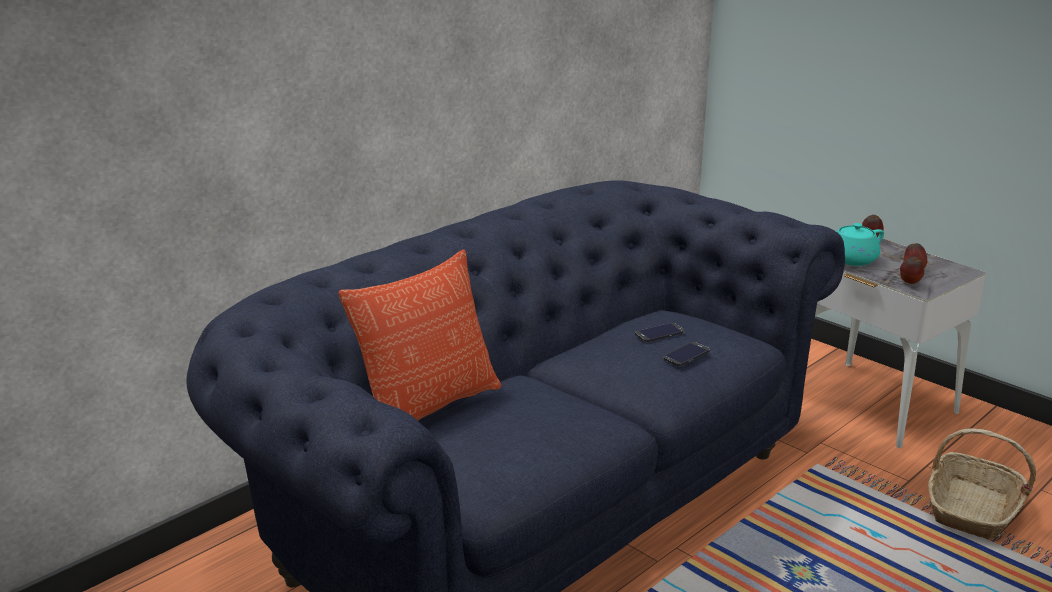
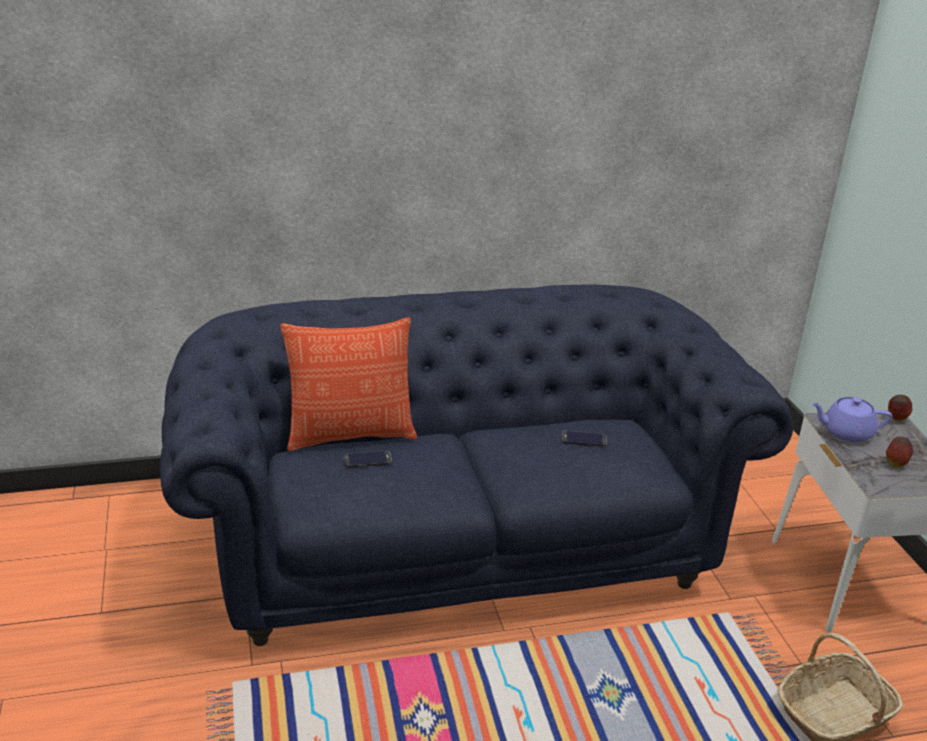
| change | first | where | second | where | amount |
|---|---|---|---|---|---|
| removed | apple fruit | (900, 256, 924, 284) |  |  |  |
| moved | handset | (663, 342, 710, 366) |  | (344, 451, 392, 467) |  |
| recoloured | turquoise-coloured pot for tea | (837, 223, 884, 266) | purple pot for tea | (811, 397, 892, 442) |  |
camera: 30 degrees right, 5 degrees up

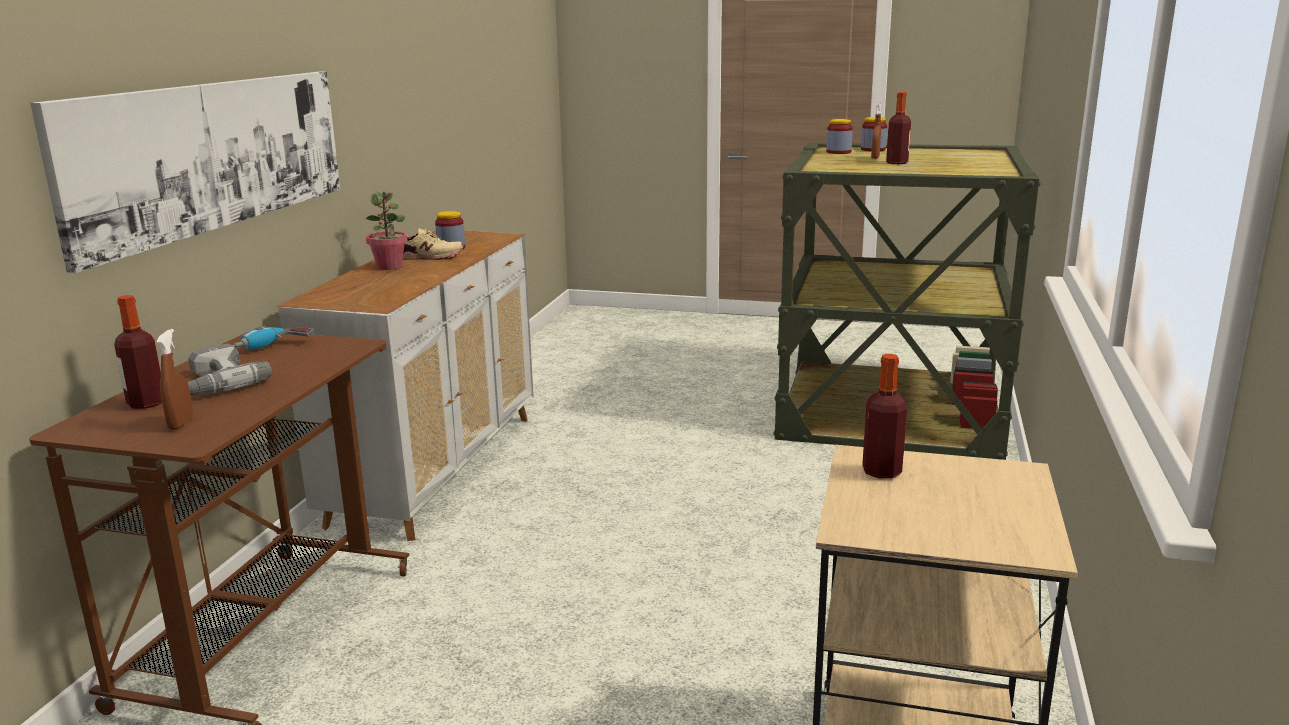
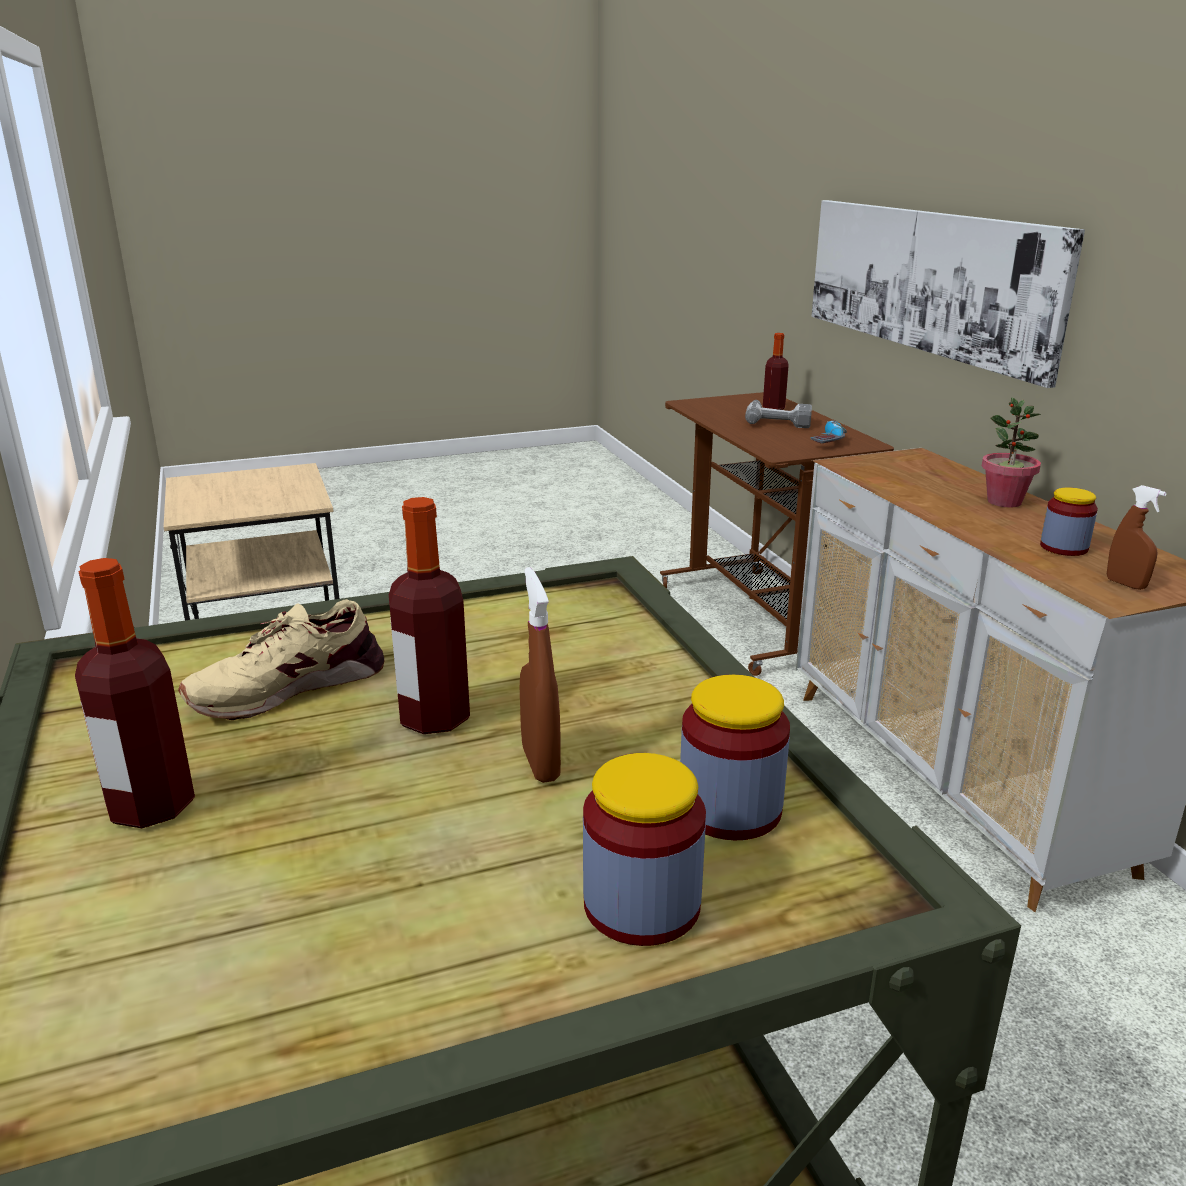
| change | first | where | second | where | amount |
|---|---|---|---|---|---|
| moved | brownish hand sprayer | (156, 329, 193, 430) |  | (1107, 485, 1167, 590) |  |
| moved | beige-coloured low shoe | (403, 228, 463, 260) |  | (178, 599, 384, 720) |  |
| moved | drink bottle | (862, 354, 907, 479) |  | (75, 558, 195, 828) |  |
camera: 145 degrees right, 5 degrees up

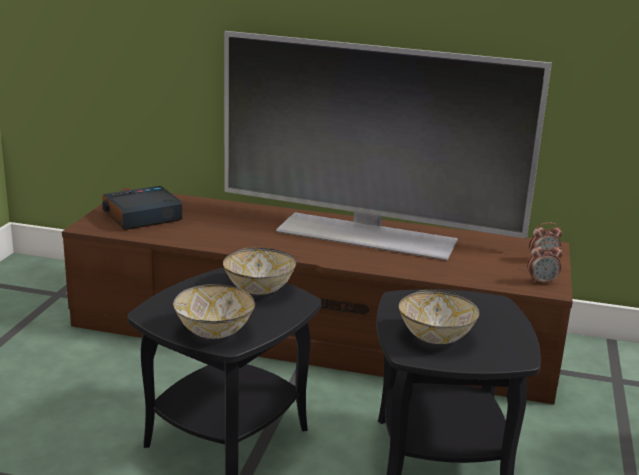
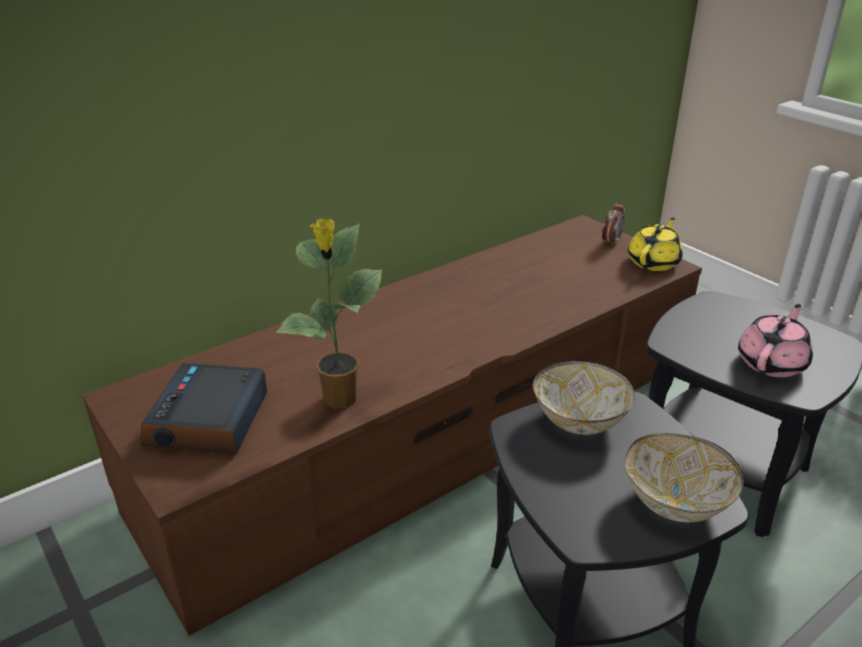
| change | first | where | second | where | amount |
|---|---|---|---|---|---|
| removed | TV | (224, 31, 552, 260) |  |  |  |
| added |  |  | potted plant | (275, 219, 382, 409) |  |
| replaced | deep dish | (399, 290, 480, 344) | pinkish pot for tea | (738, 304, 813, 377) |  |
| replaced | alarm clock | (527, 242, 563, 284) | yellowish pot for tea | (628, 217, 683, 271) |  |
camera: 50 degrees left, 10 degrees up

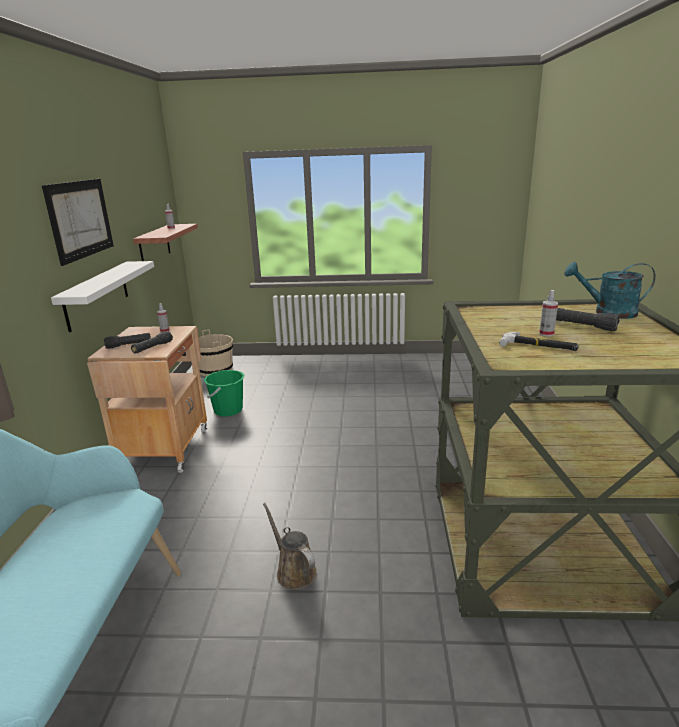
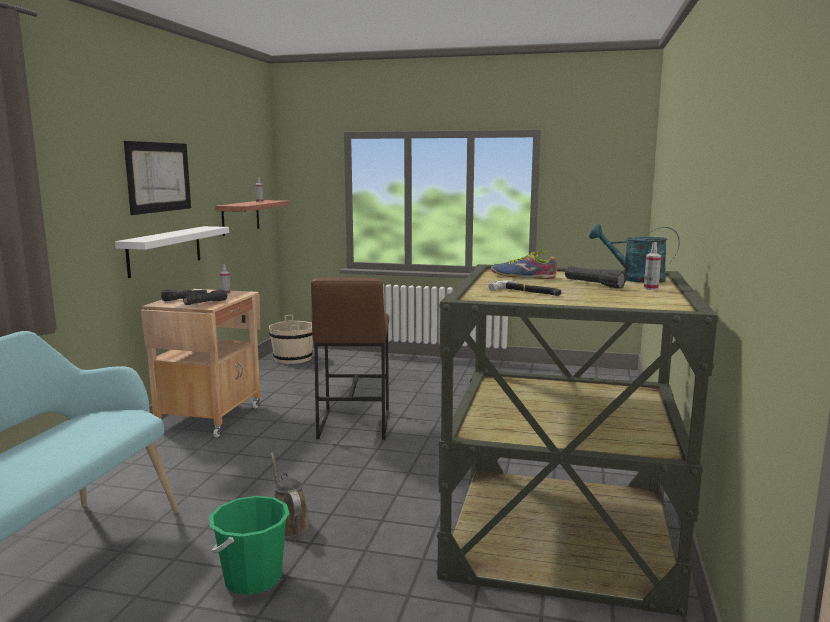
| change | first | where | second | where | amount |
|---|---|---|---|---|---|
| added |  |  | brownish stool | (311, 278, 389, 440) |  |
| added |  |  | low shoe | (491, 251, 557, 279) |  |
| moved | green-coloured bucket | (204, 370, 245, 416) |  | (209, 496, 290, 595) |  |
| moved | hand sprayer | (539, 290, 558, 337) |  | (644, 242, 661, 290) |  |
camera: 10 degrees right, 10 degrees down

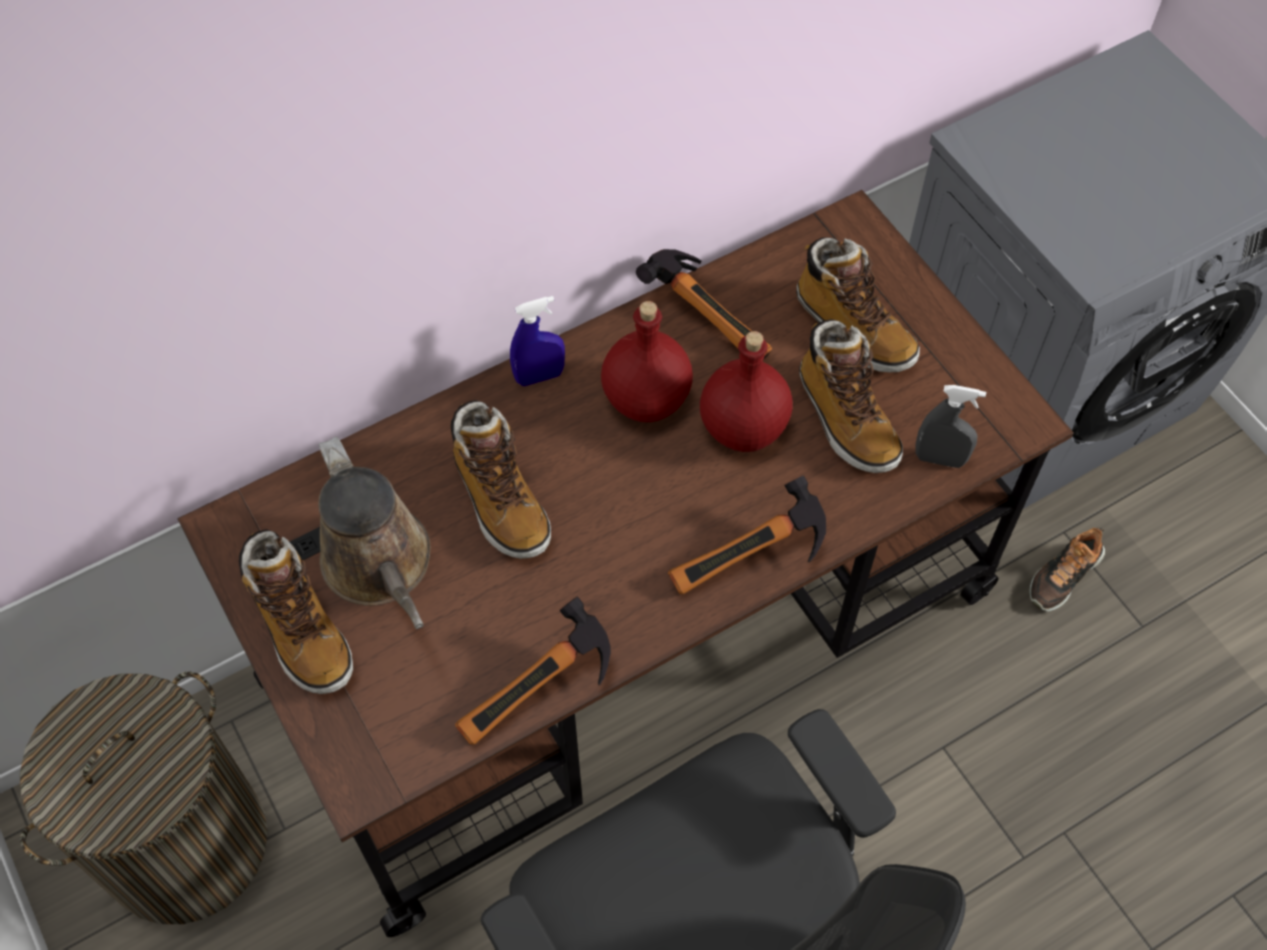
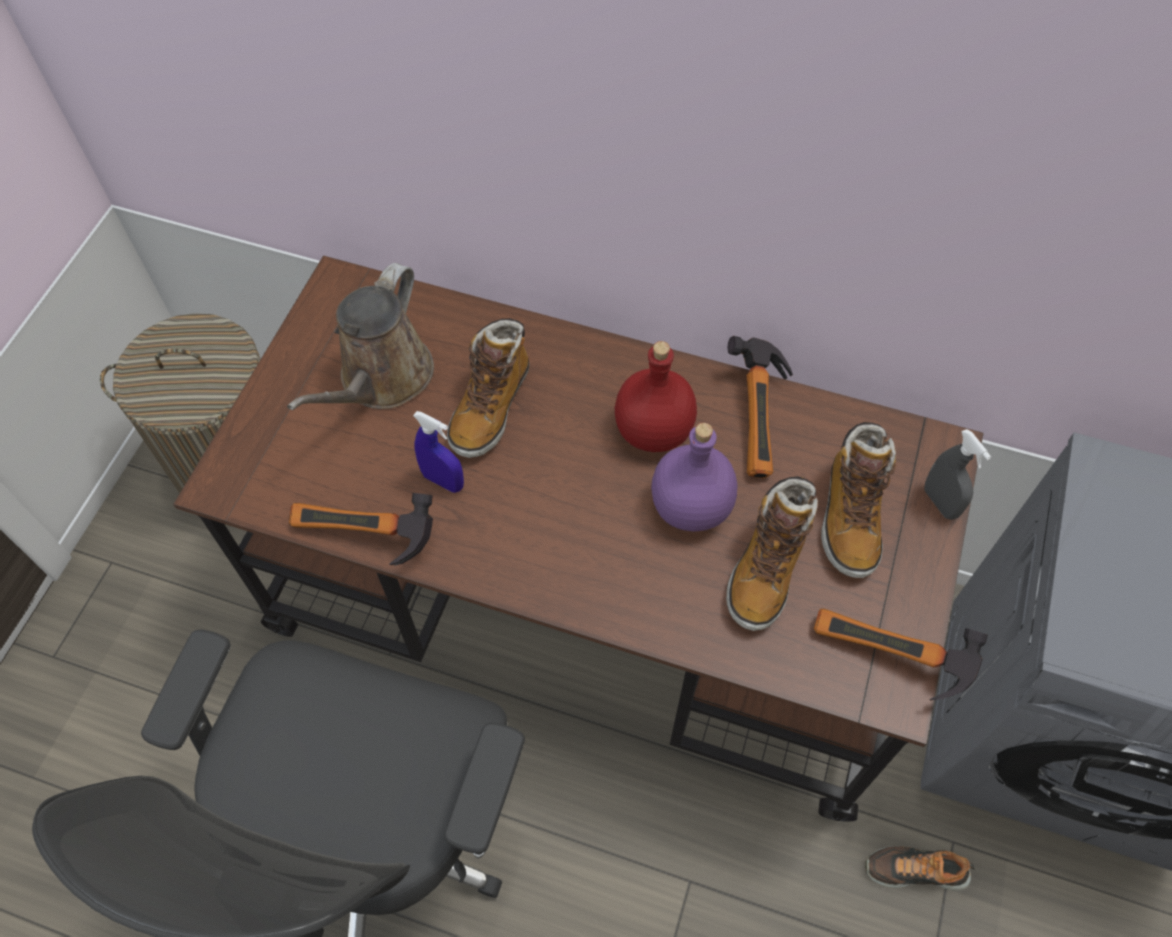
| change | first | where | second | where | amount |
|---|---|---|---|---|---|
| removed | boot | (239, 530, 353, 694) |  |  |  |
| moved | blue-coloured hand sprayer | (510, 296, 565, 386) |  | (413, 411, 464, 493) |  |
| moved | hand hammer | (668, 475, 826, 595) |  | (814, 608, 988, 700) |  |
| moved | greyish hand sprayer | (915, 385, 986, 468) |  | (924, 429, 991, 520) |  |
| recoloured | reddish drink bottle | (700, 331, 793, 452) | purple drink bottle | (651, 423, 737, 532) |  |
camera: 50 degrees right, 0 degrees up

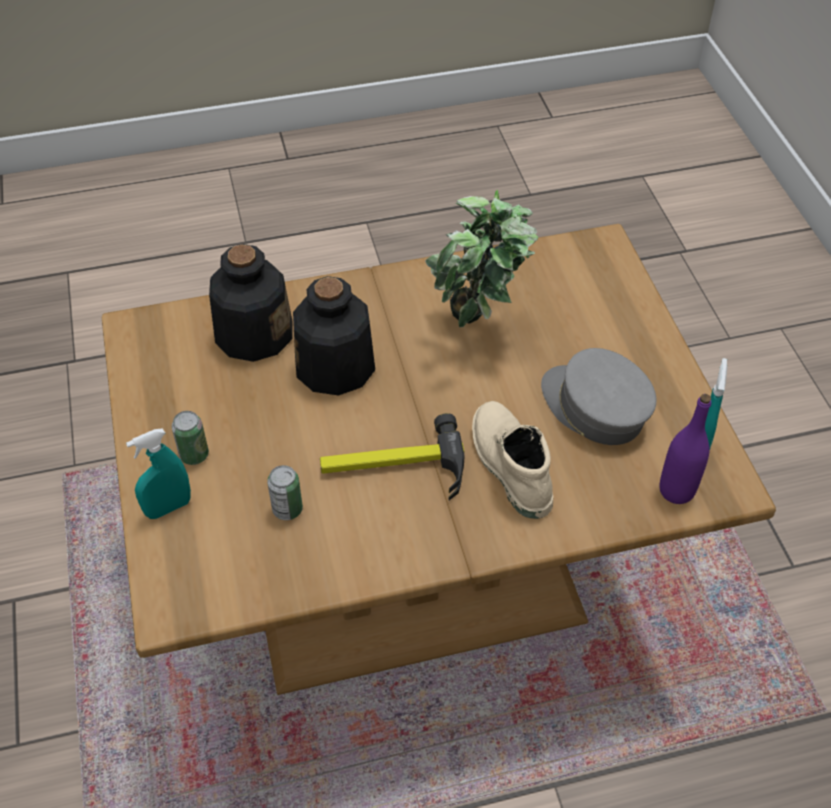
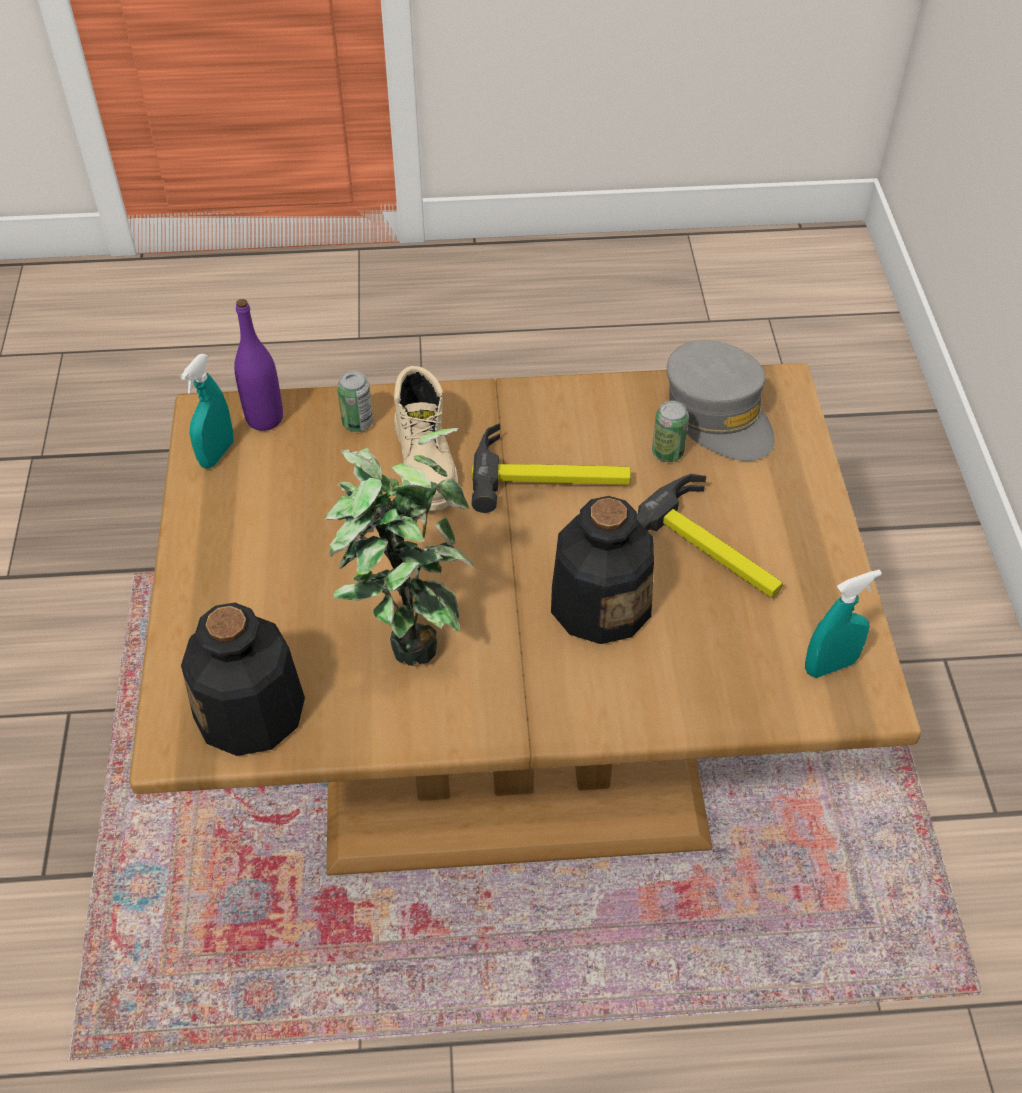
| change | first | where | second | where | amount |
|---|---|---|---|---|---|
| added |  |  | hand hammer | (637, 474, 783, 598) |  |
| moved | turquoise-coloured hand sprayer | (126, 428, 191, 519) |  | (805, 569, 882, 678) |  |
| moved | sealed can | (172, 411, 209, 465) |  | (337, 371, 373, 432) |  |
| moved | drink bottle | (209, 244, 293, 362) |  | (181, 602, 305, 756) |  |
| moved | greyish peaked cap | (541, 348, 656, 445) |  | (667, 340, 775, 461) |  |
camera: 170 degrees left, 0 degrees up

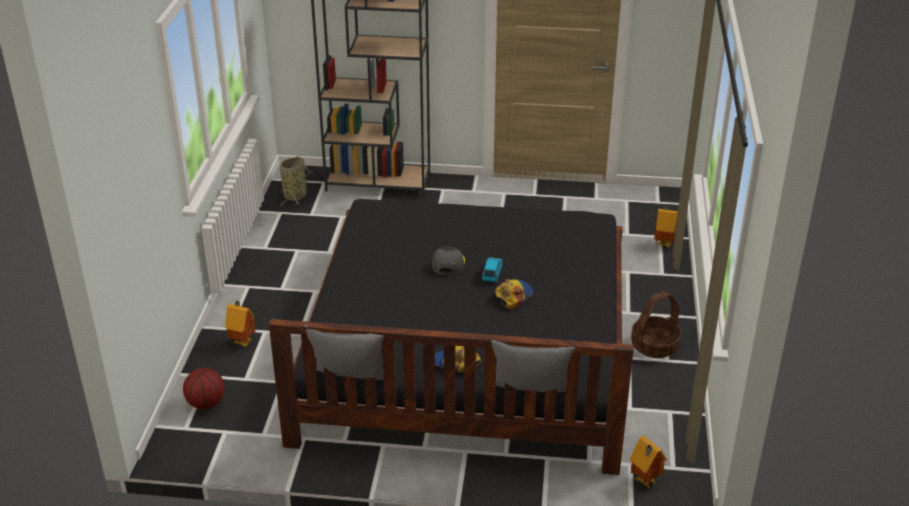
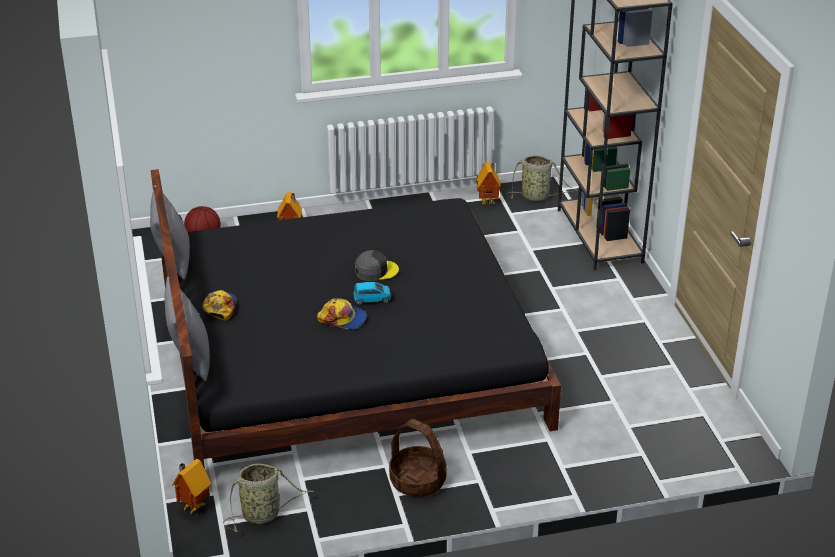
| change | first | where | second | where | amount |
|---|---|---|---|---|---|
| added |  |  | household basket | (223, 463, 314, 532) |  |
| moved | toy house | (654, 205, 678, 247) |  | (476, 162, 501, 205) |  |
camera: 70 degrees right, 0 degrees up

